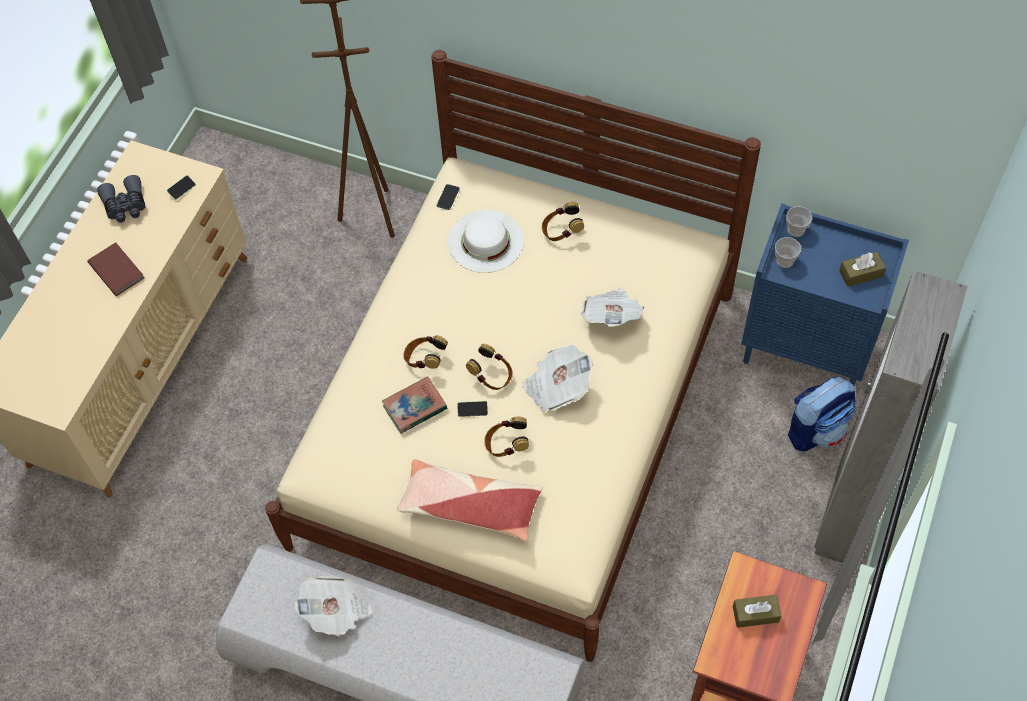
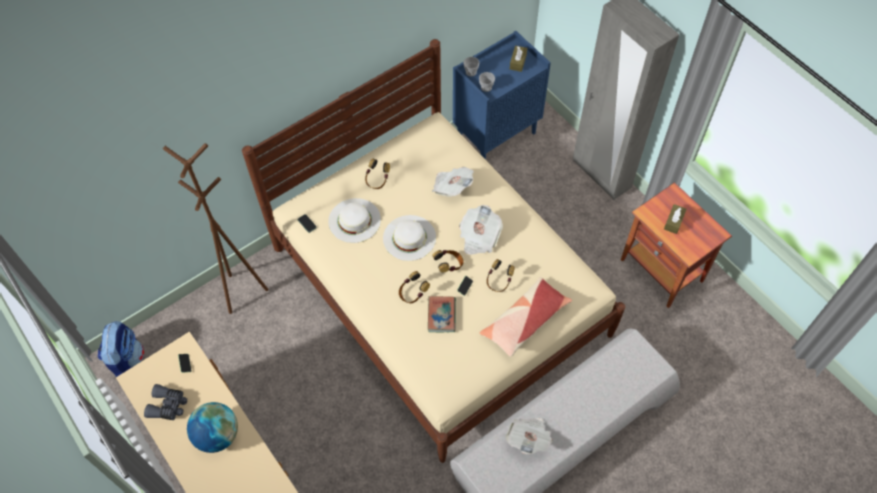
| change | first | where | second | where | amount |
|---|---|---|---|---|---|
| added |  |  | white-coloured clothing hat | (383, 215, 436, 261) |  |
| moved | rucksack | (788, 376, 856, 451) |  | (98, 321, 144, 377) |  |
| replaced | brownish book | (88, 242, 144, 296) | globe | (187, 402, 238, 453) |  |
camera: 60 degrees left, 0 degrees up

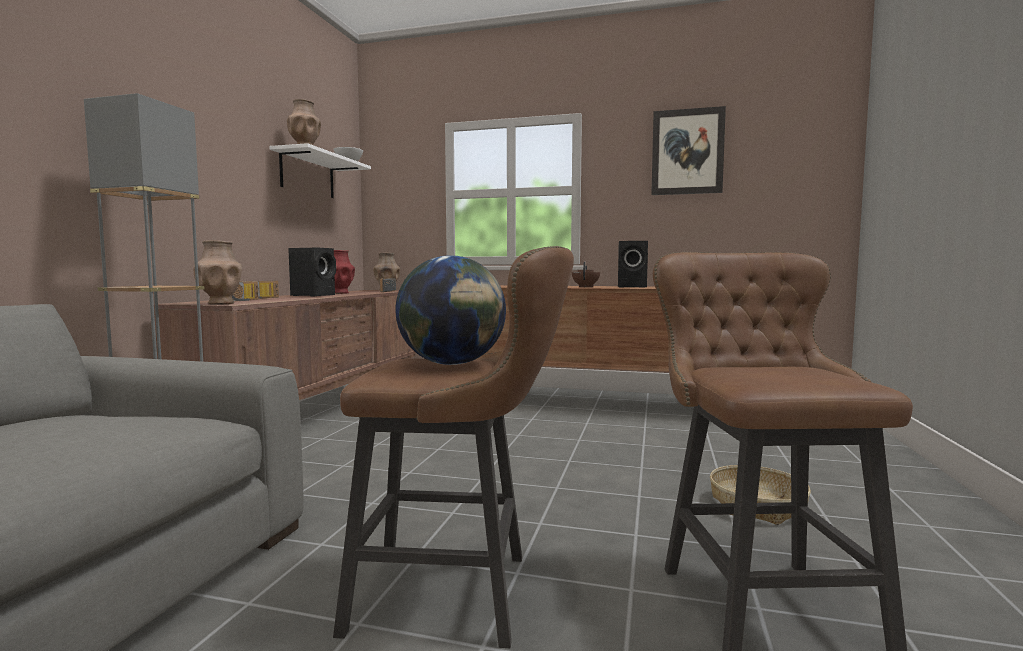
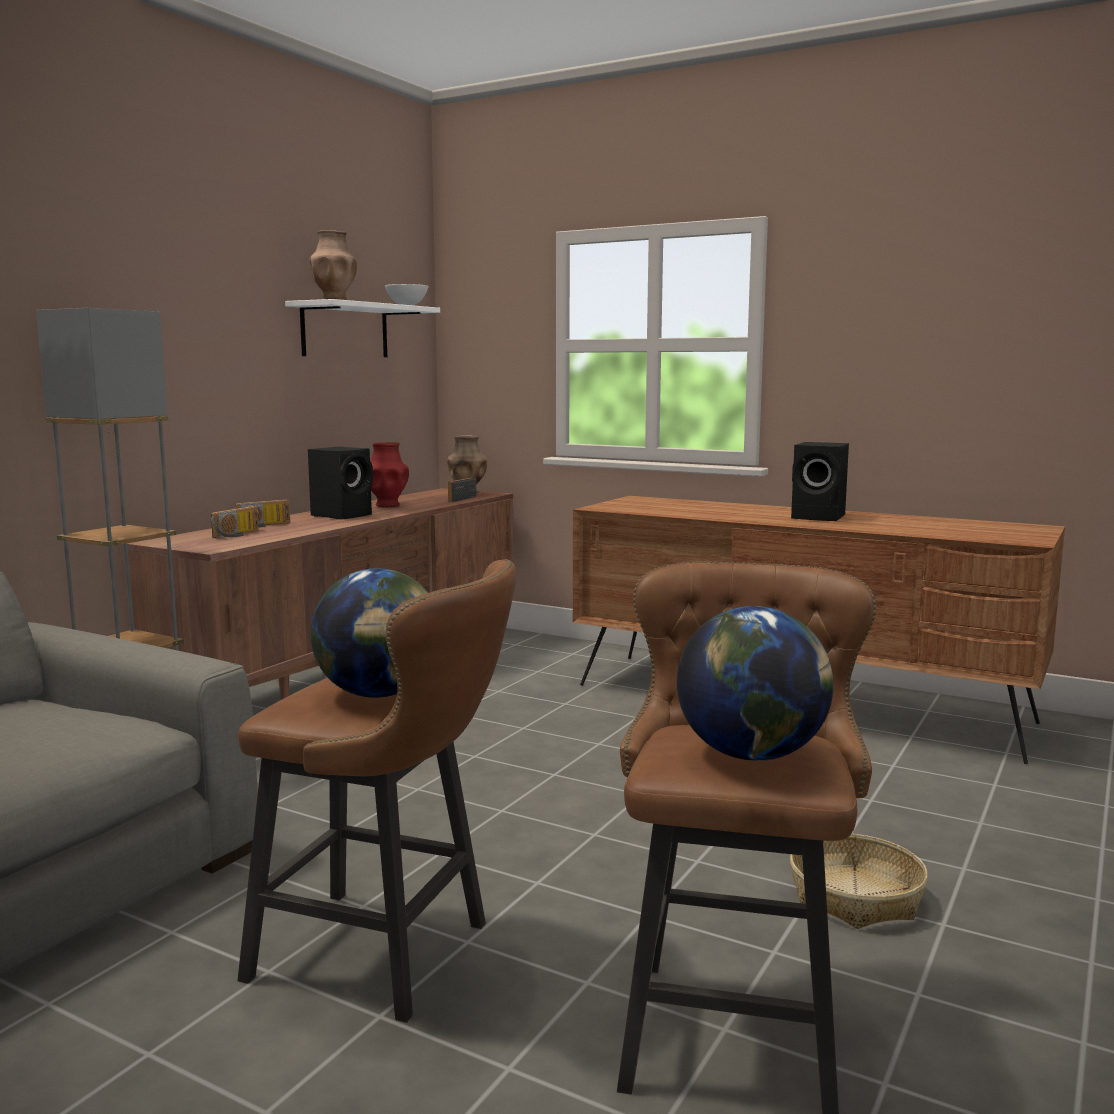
| change | first | where | second | where | amount |
|---|---|---|---|---|---|
| removed | brownish decorative vase | (193, 240, 242, 305) |  |  |  |
| removed | brownish pot for tea | (572, 262, 600, 287) |  |  |  |
| removed | picture | (651, 106, 726, 195) |  |  |  |
| added |  |  | globe | (677, 606, 833, 761) |  |
camera: 15 degrees right, 5 degrees up

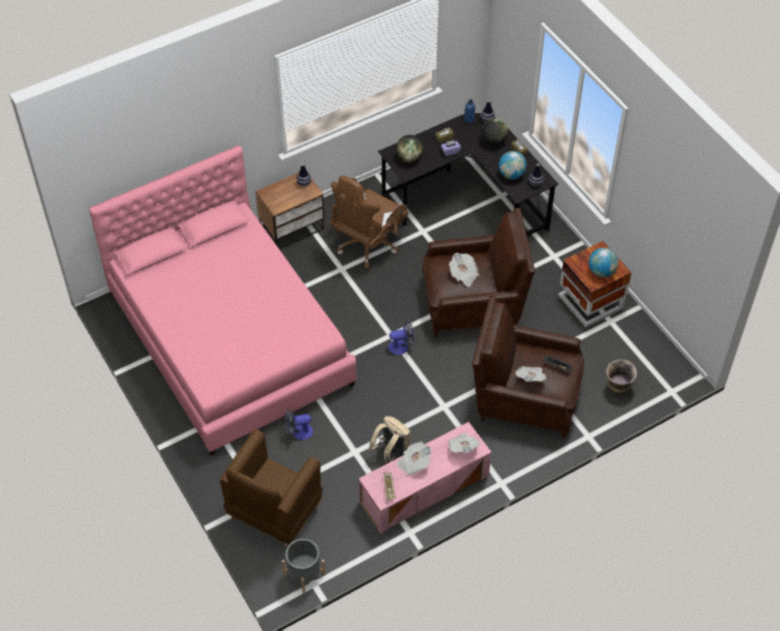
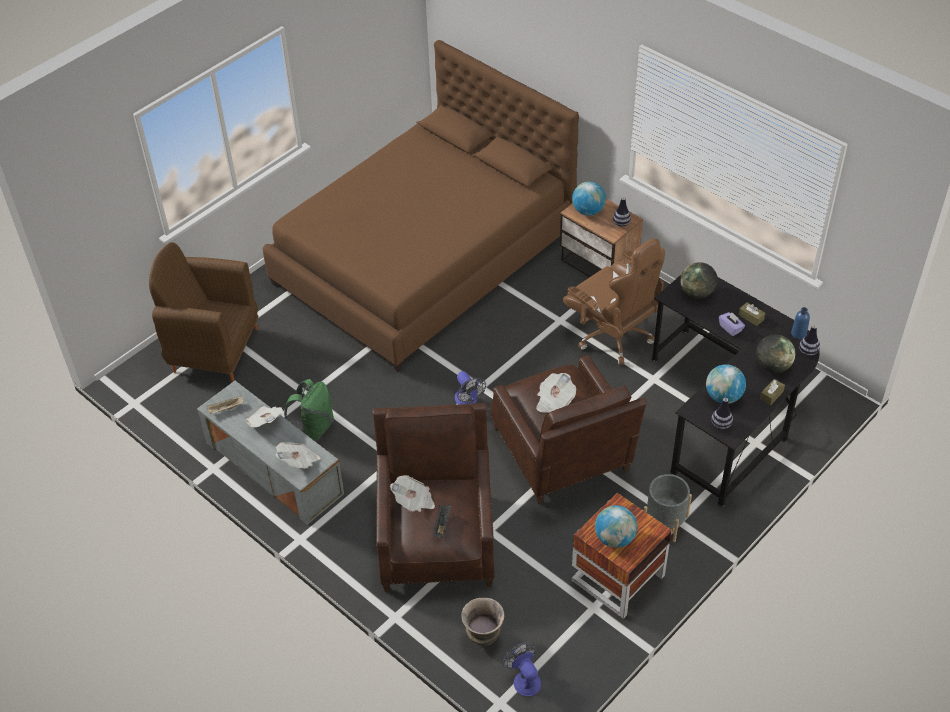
| change | first | where | second | where | amount |
|---|---|---|---|---|---|
| added |  |  | globe | (572, 182, 606, 216) |  |
| moved | greyish plant pot | (282, 539, 326, 594) |  | (644, 474, 692, 542) |  |
| moved | cooling fan | (285, 409, 313, 440) |  | (503, 642, 541, 697) |  |
| recoloured | pinkish bed | (89, 145, 357, 455) | brownish bed | (262, 40, 579, 372) |  |
| recoloured | pinkish long seat | (359, 422, 492, 534) | greyish long seat | (197, 381, 344, 525) |  |
| recoloured | beige-coloured rucksack | (369, 416, 411, 464) | green-coloured rucksack | (284, 379, 334, 441) |  |
| turned | brownish computer chair | (330, 176, 409, 269) |  | (563, 239, 665, 365) | 150 degrees counterclockwise |
camera: 75 degrees right, 5 degrees down

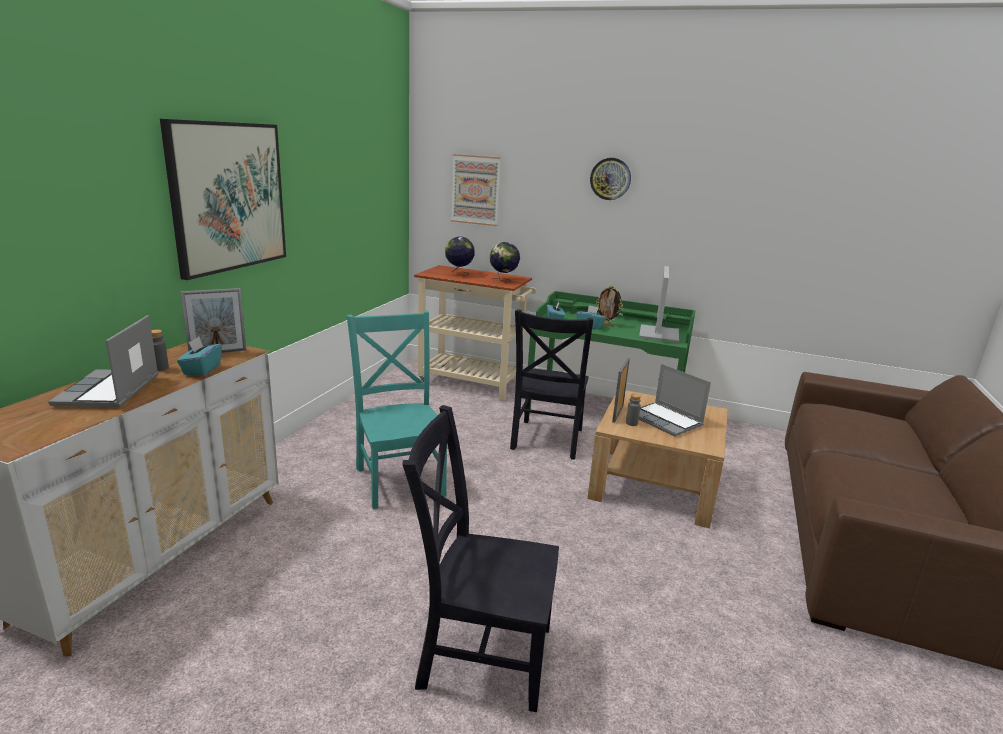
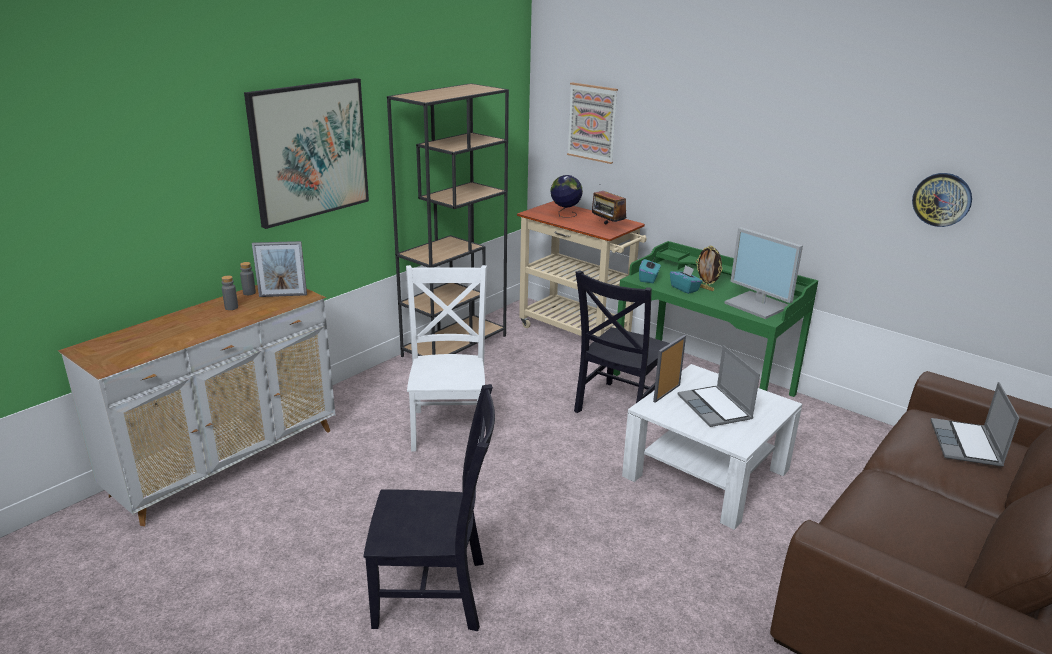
| change | first | where | second | where | amount |
|---|---|---|---|---|---|
| removed | turquoise-coloured tissue box | (177, 337, 222, 376) |  |  |  |
| added |  |  | shelving unit | (387, 83, 509, 357) |  |
| moved | laptop | (48, 315, 158, 407) |  | (931, 382, 1019, 466) |  |
| moved | hanging clock | (590, 158, 631, 200) |  | (912, 173, 972, 227) |  |
| moved | greyish drink bottle | (626, 394, 641, 426) |  | (240, 262, 256, 295) |  |
| replaced | globe | (489, 242, 520, 282) | radio | (592, 191, 627, 225) |  |
| recoloured | turquoise-coloured upright chair | (347, 311, 447, 509) | white-coloured upright chair | (406, 265, 487, 451) |  |
| recoloured | brownish coffee table | (587, 390, 728, 529) | white-coloured coffee table | (622, 364, 802, 530) |  |
| turned | black-coloured upright chair | (402, 405, 559, 712) |  | (364, 384, 495, 631) | 150 degrees clockwise |
| turned | monitor | (639, 266, 679, 343) |  | (724, 227, 803, 319) | 105 degrees clockwise |
camera: 20 degrees right, 5 degrees up

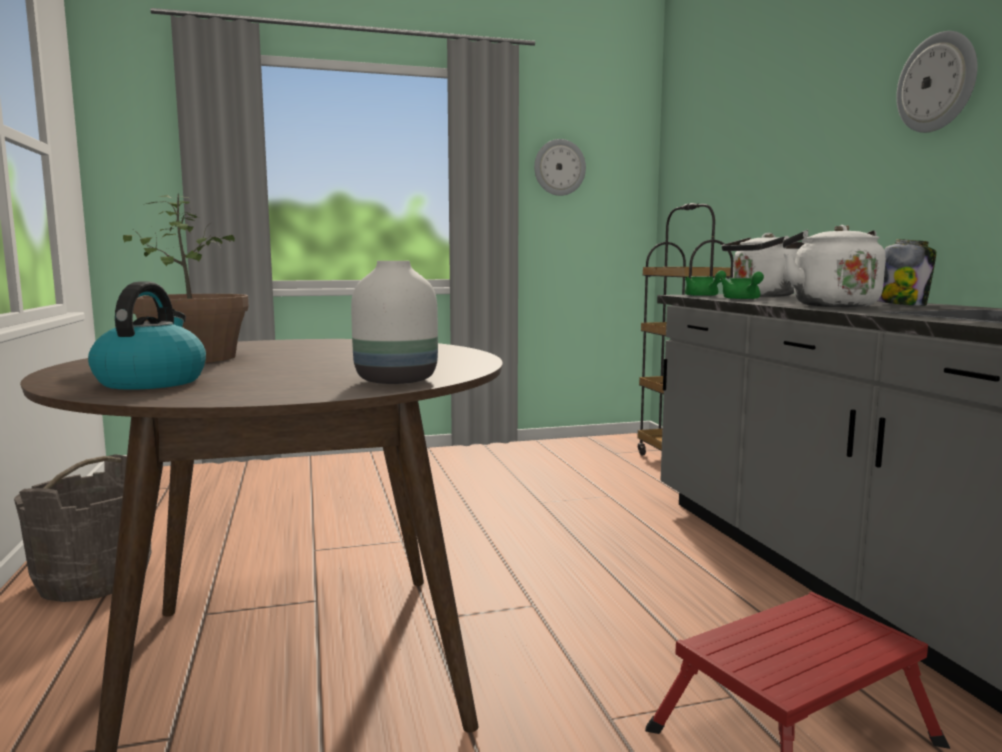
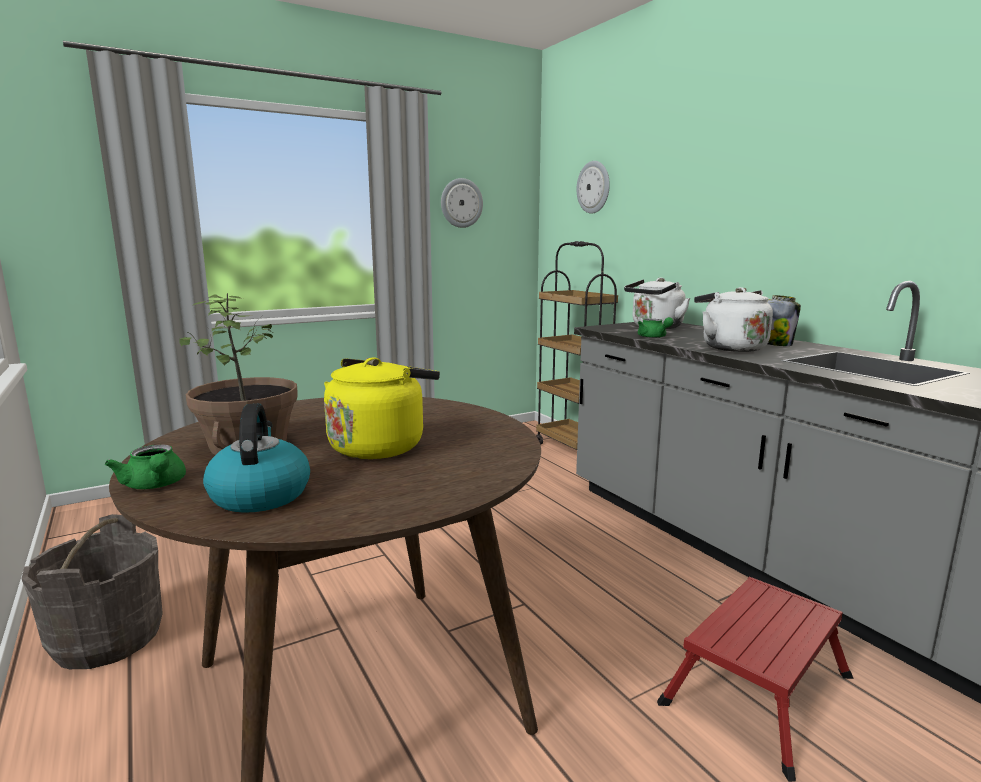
| change | first | where | second | where | amount |
|---|---|---|---|---|---|
| removed | white-coloured decorative vase | (351, 261, 438, 384) |  |  |  |
| added |  |  | yellowish kettle | (324, 357, 440, 459) |  |
| moved | green-coloured pot for tea | (685, 270, 726, 297) |  | (105, 444, 186, 489) |  |
| moved | hanging clock | (896, 31, 978, 133) |  | (577, 161, 610, 214) |  |
camera: 15 degrees left, 5 degrees up

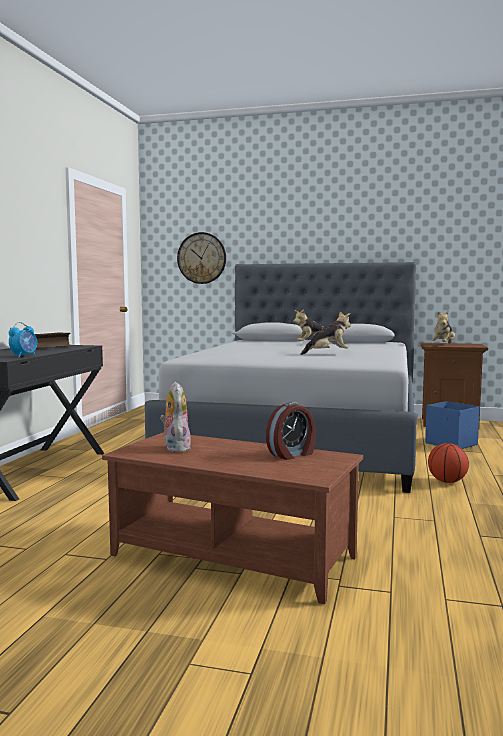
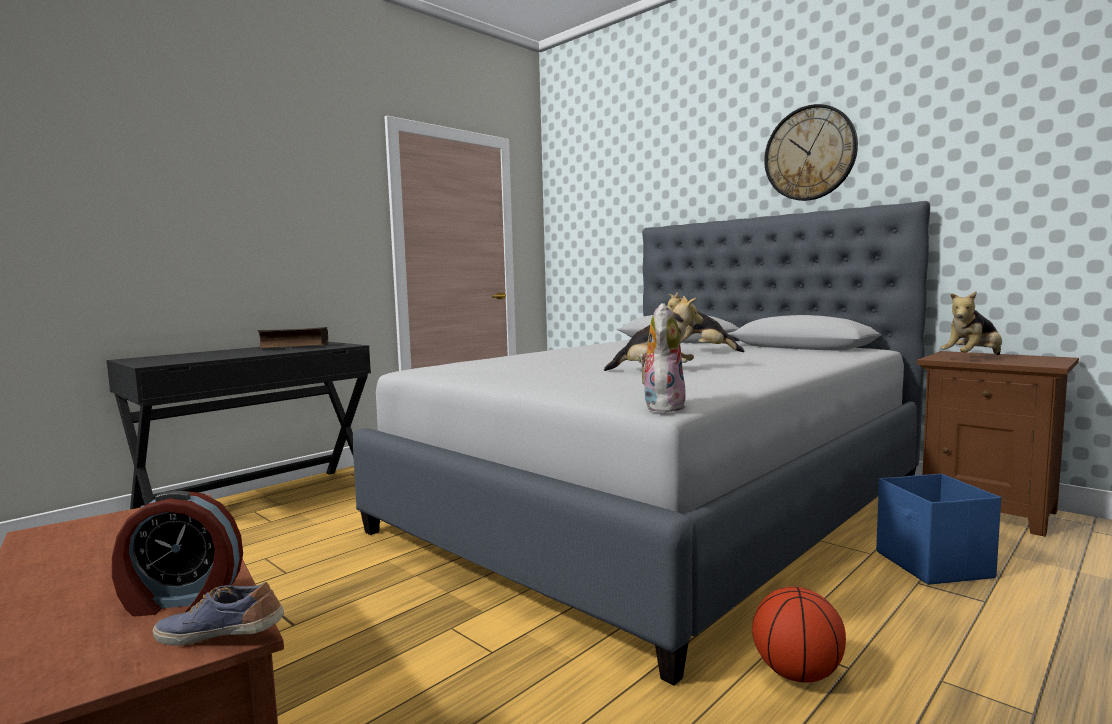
| change | first | where | second | where | amount |
|---|---|---|---|---|---|
| removed | alarm clock | (9, 322, 37, 357) |  |  |  |
| added |  |  | low shoe | (153, 582, 284, 646) |  |
| moved | cuddly toy | (160, 382, 191, 452) |  | (638, 303, 686, 412) |  |
| moved | hanging clock | (177, 232, 226, 284) |  | (764, 104, 858, 201) |  |
camera: 30 degrees right, 0 degrees up

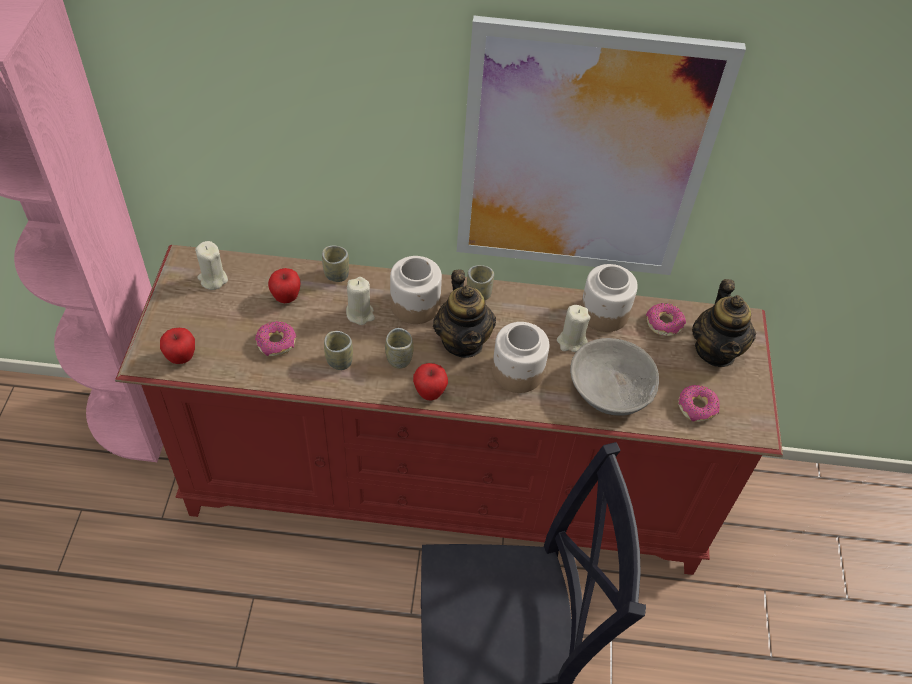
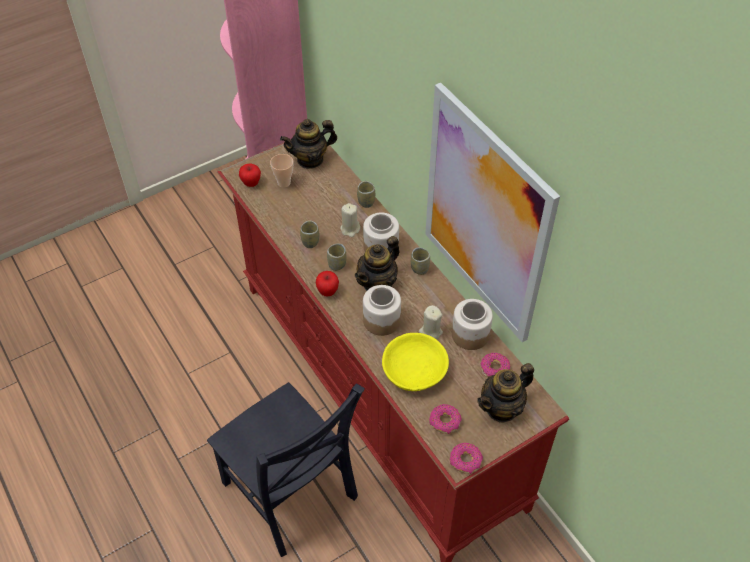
| change | first | where | second | where | amount |
|---|---|---|---|---|---|
| removed | apple fruit | (268, 268, 300, 303) |  |  |  |
| added |  |  | cup | (270, 154, 293, 187) |  |
| moved | donut | (255, 321, 297, 356) |  | (450, 443, 483, 474) |  |
| replaced | beige-coloured candle | (195, 241, 228, 290) | pot for tea | (280, 119, 337, 169) |  |
| recoloured | greyish deep dish | (570, 338, 659, 416) | yellowish deep dish | (382, 333, 449, 391) |  |
camera: 55 degrees right, 0 degrees up

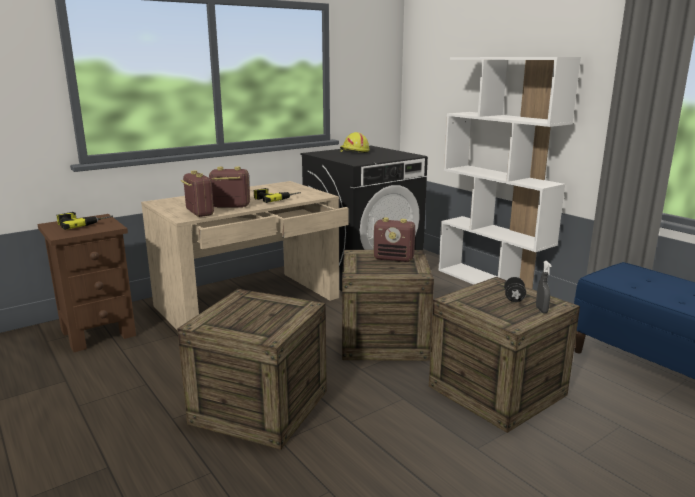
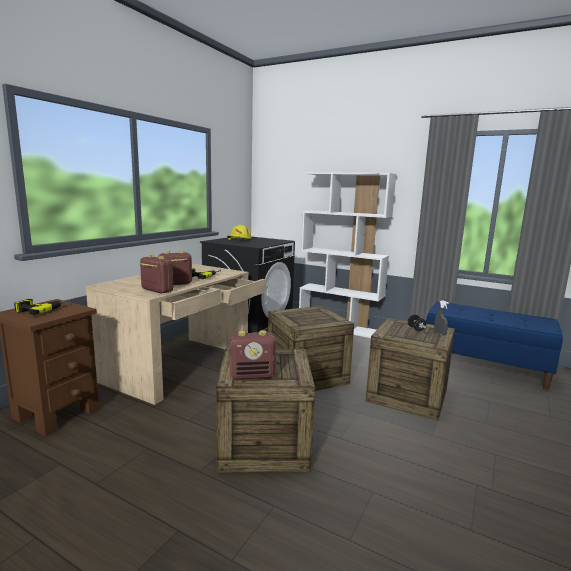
| change | first | where | second | where | amount |
|---|---|---|---|---|---|
| moved | radio | (374, 217, 415, 262) |  | (229, 330, 276, 380) |  |
camera: 25 degrees left, 5 degrees down

